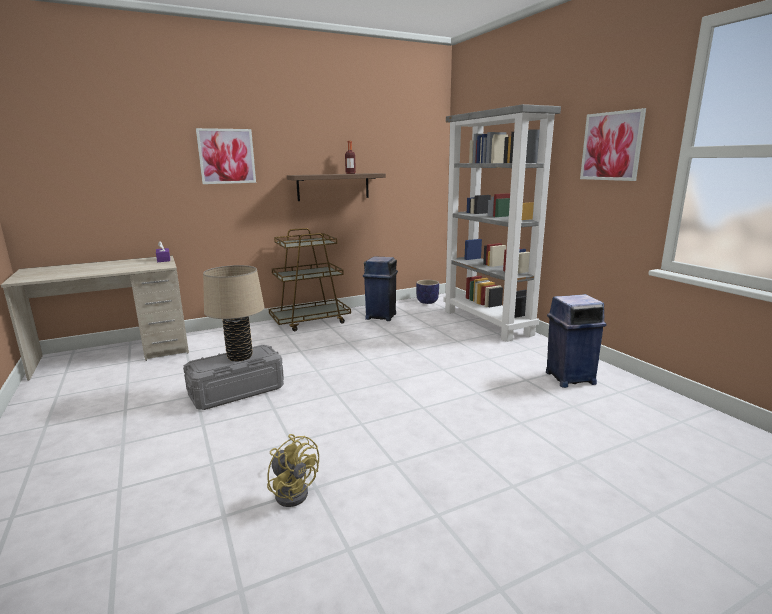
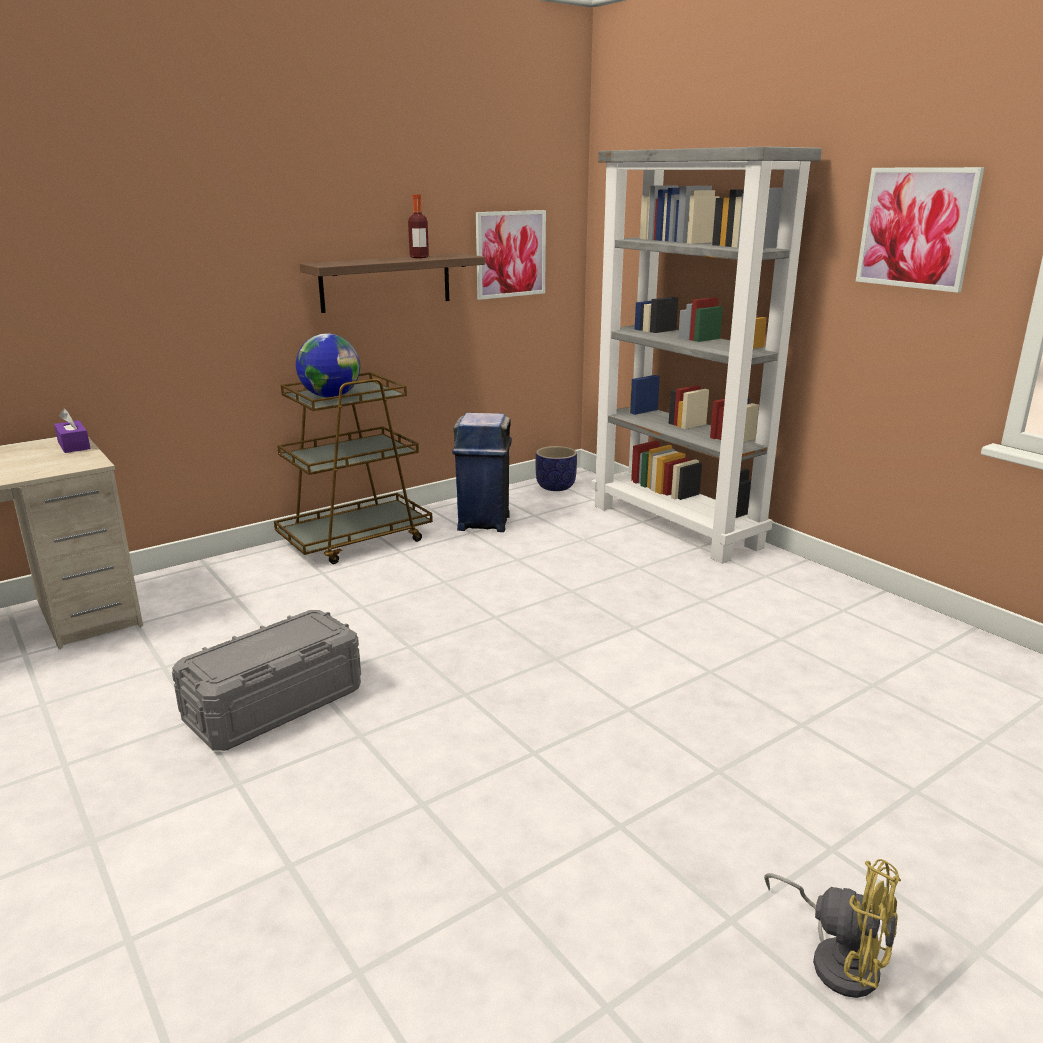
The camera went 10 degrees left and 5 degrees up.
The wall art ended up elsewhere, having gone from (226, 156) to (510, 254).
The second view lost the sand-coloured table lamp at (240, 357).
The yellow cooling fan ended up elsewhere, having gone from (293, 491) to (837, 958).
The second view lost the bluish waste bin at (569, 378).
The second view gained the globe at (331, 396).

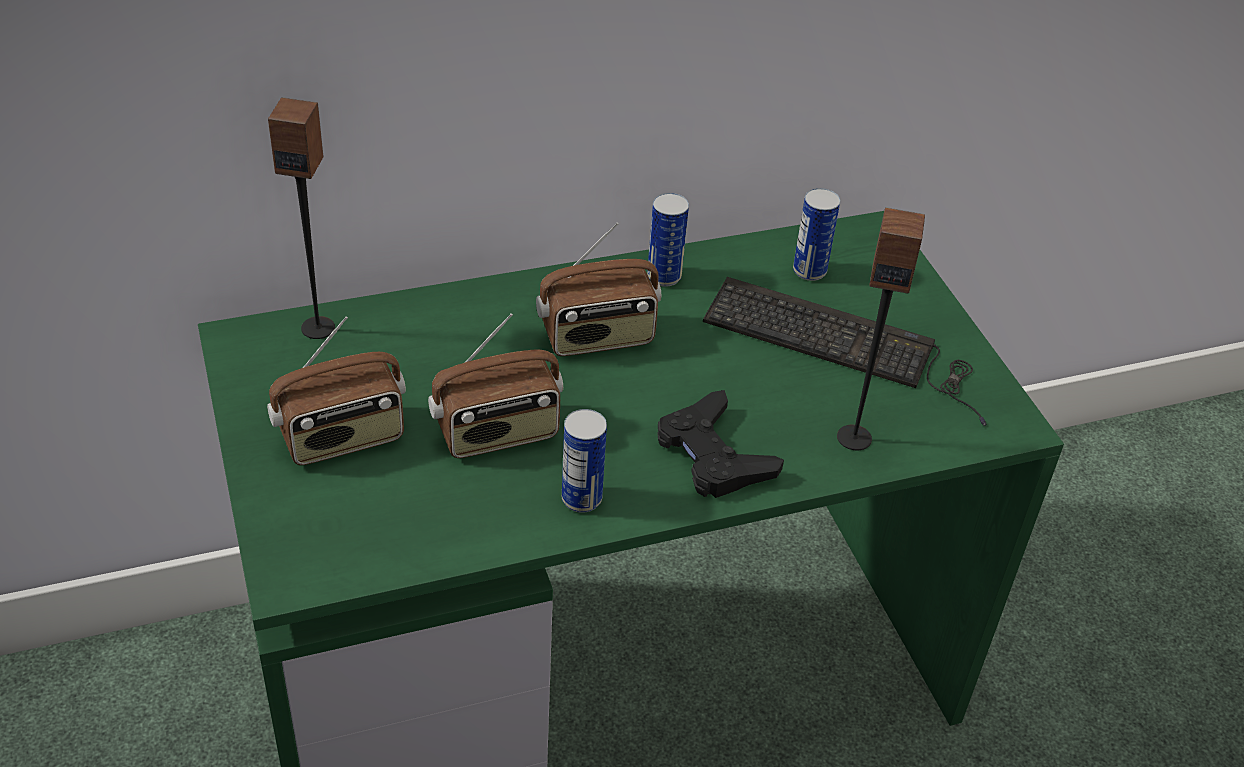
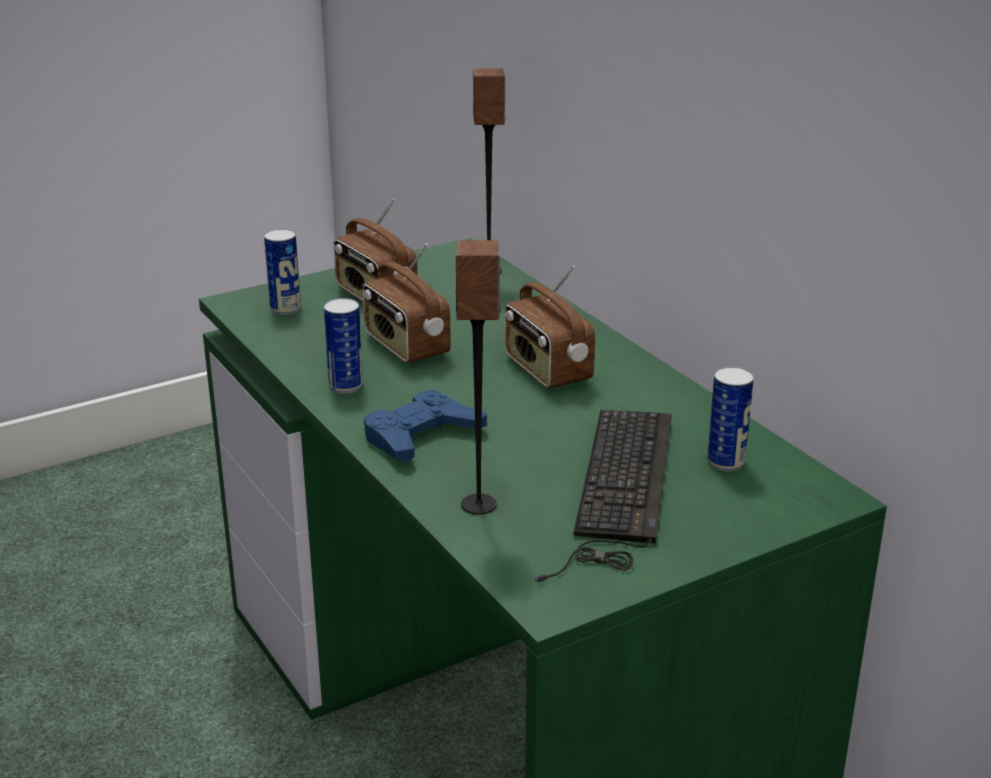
The camera went 80 degrees right and 15 degrees down.
The can ended up elsewhere, having gone from (664, 276) to (285, 309).
What was the black joypad at (713, 455) turned into the bluish joypad at (421, 436).

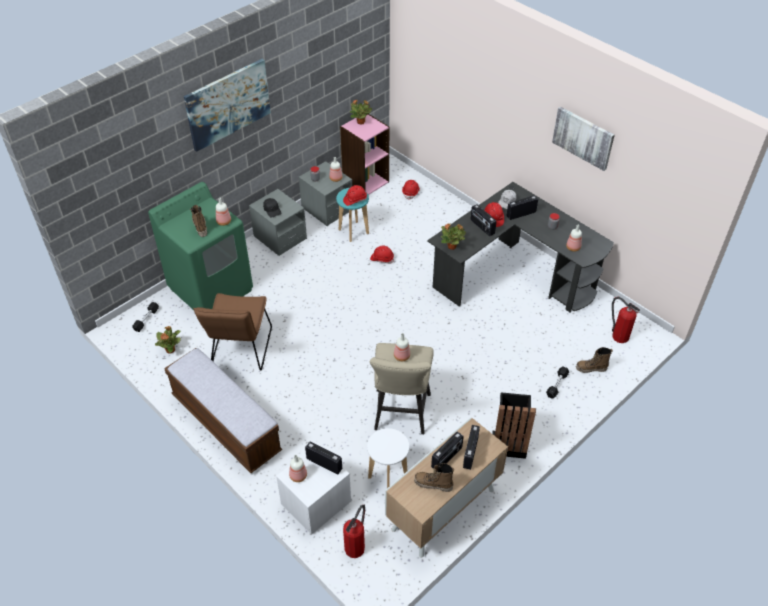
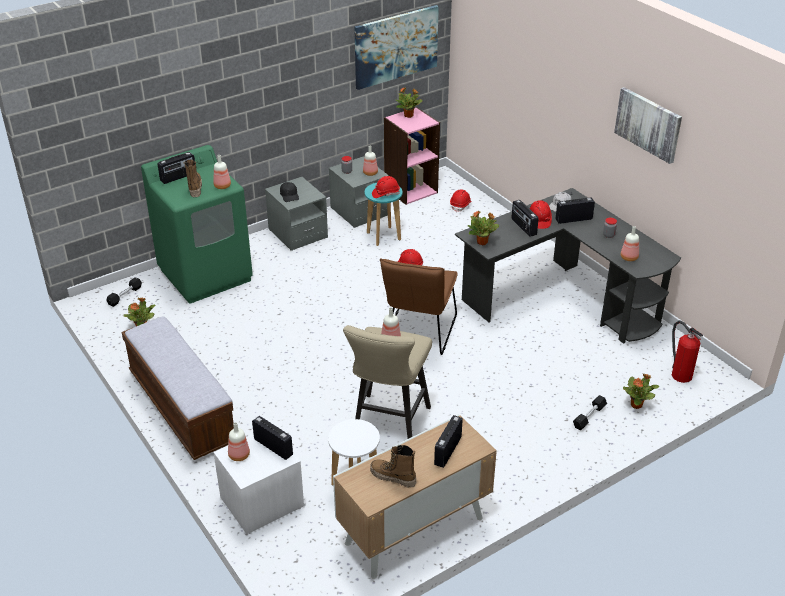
The camera went 10 degrees right and 10 degrees down.
The wall art ended up elsewhere, having gone from (228, 104) to (396, 46).
The brown-coloured chair ended up elsewhere, having gone from (240, 351) to (418, 333).
The second view lost the fire-fighting cylinder at (355, 546).
The radio set ended up elsewhere, having gone from (447, 458) to (178, 177).
The second view lost the black waste bin at (508, 442).
Where the boot stood at (591, 369), the plant in a pot came to stand at (636, 405).

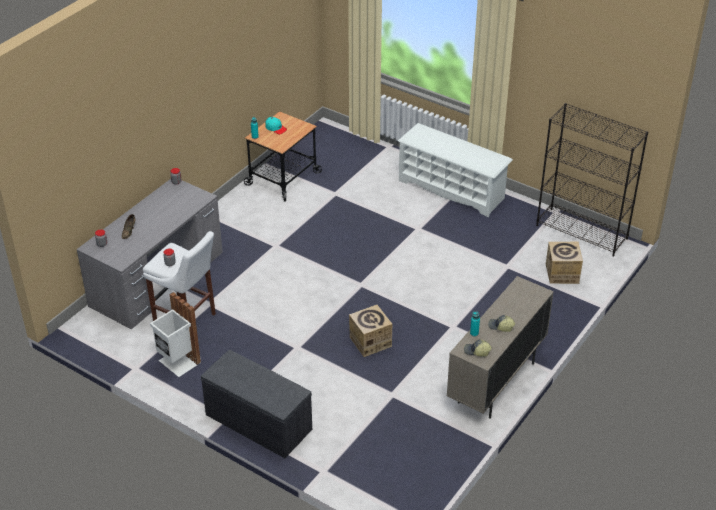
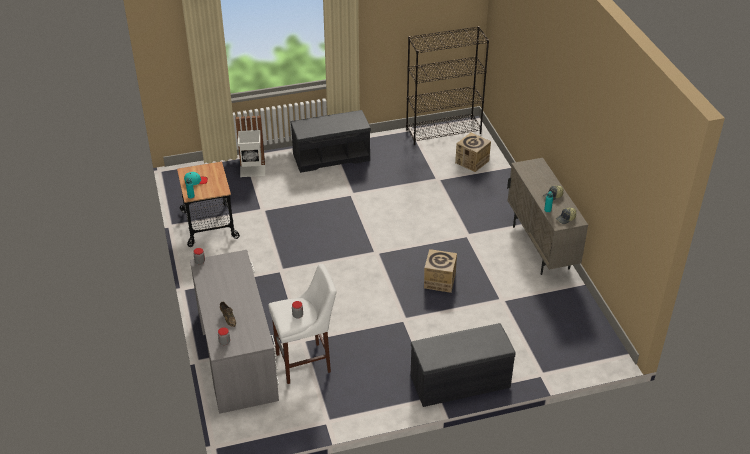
The camera went 50 degrees left and 0 degrees up.
The whitish waste bin ended up elsewhere, having gone from (178, 362) to (252, 170).
Where the whitish shoe rack stood at (452, 189), the gray bench came to stand at (331, 156).

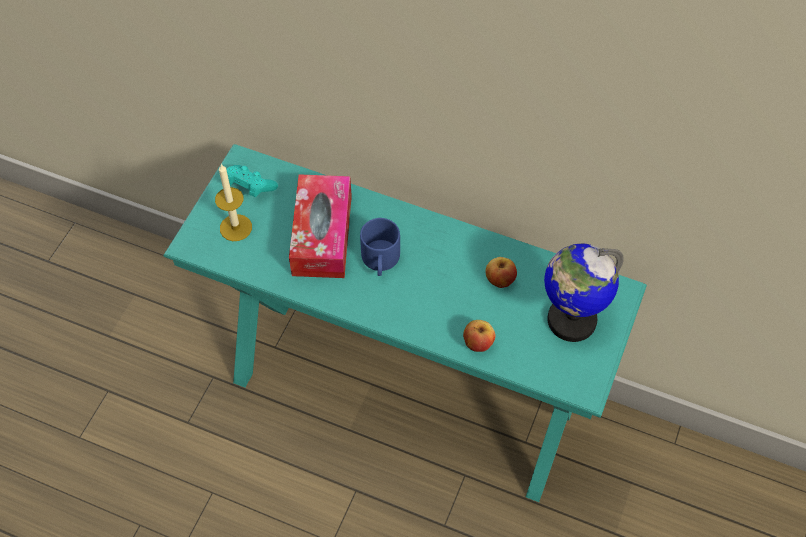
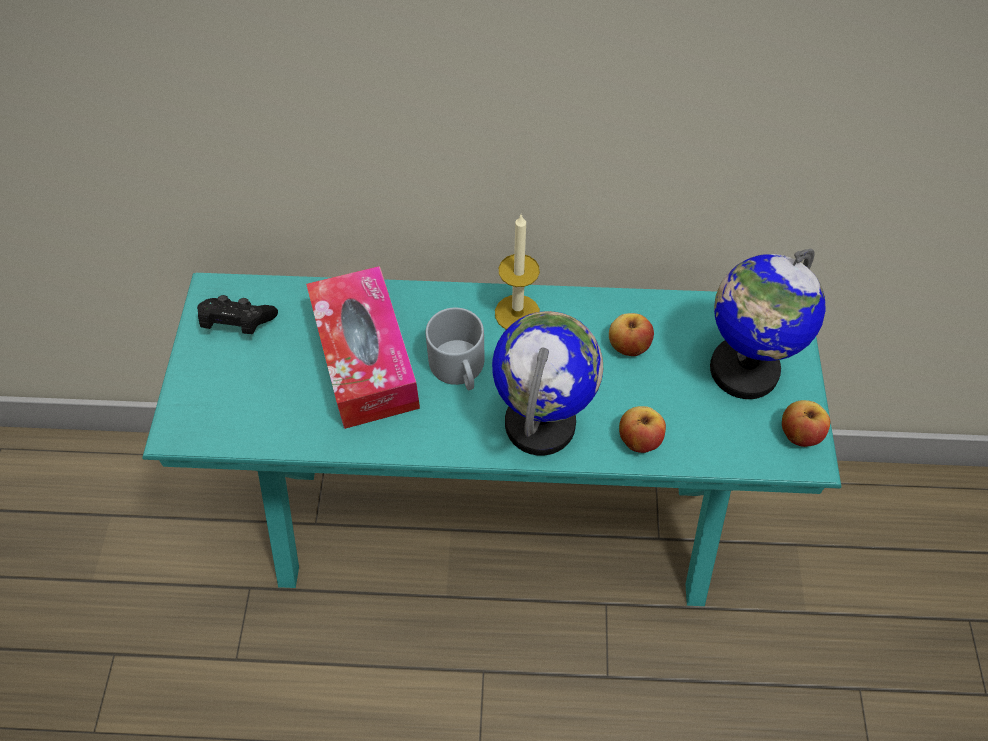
The camera went 20 degrees left and 0 degrees up.
The wax candle ended up elsewhere, having gone from (235, 227) to (517, 313).
What was the blue-green joypad at (249, 187) turned into the black joypad at (237, 323).
What was the bluish tea mug at (381, 261) turned into the gray tea mug at (461, 369).
The second view gained the globe at (541, 423).
The second view gained the apple at (799, 433).

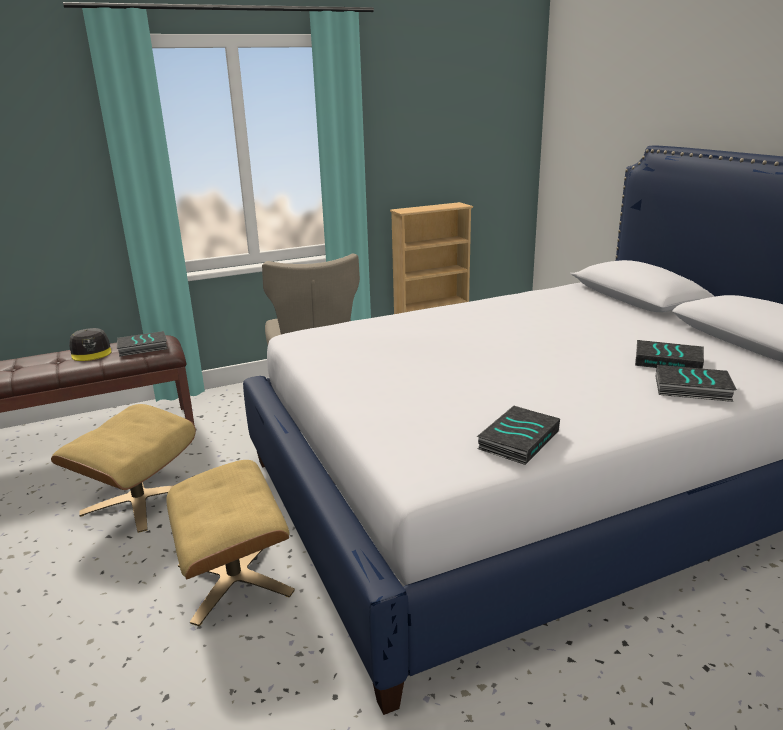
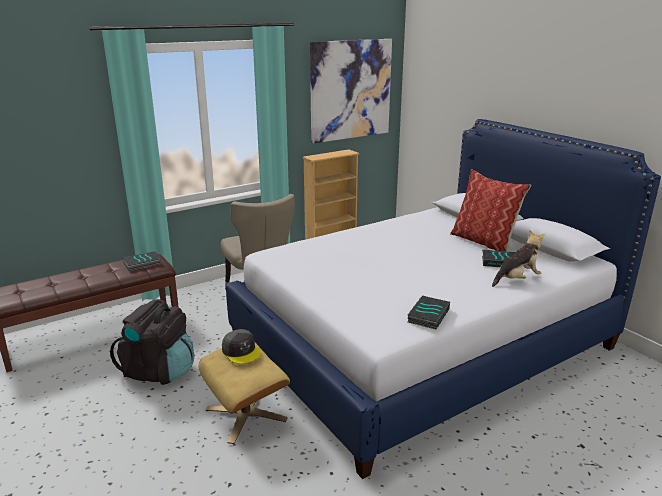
The camera went 10 degrees left and 0 degrees up.
Where the sand-coloured footrest stood at (138, 500), the black backpack came to stand at (159, 371).
The gray peaked cap ended up elsewhere, having gone from (91, 352) to (241, 351).
Where the book stood at (691, 389), the plush toy came to stand at (517, 279).
The second view gained the wall art at (350, 90).
The second view gained the cushion at (484, 242).

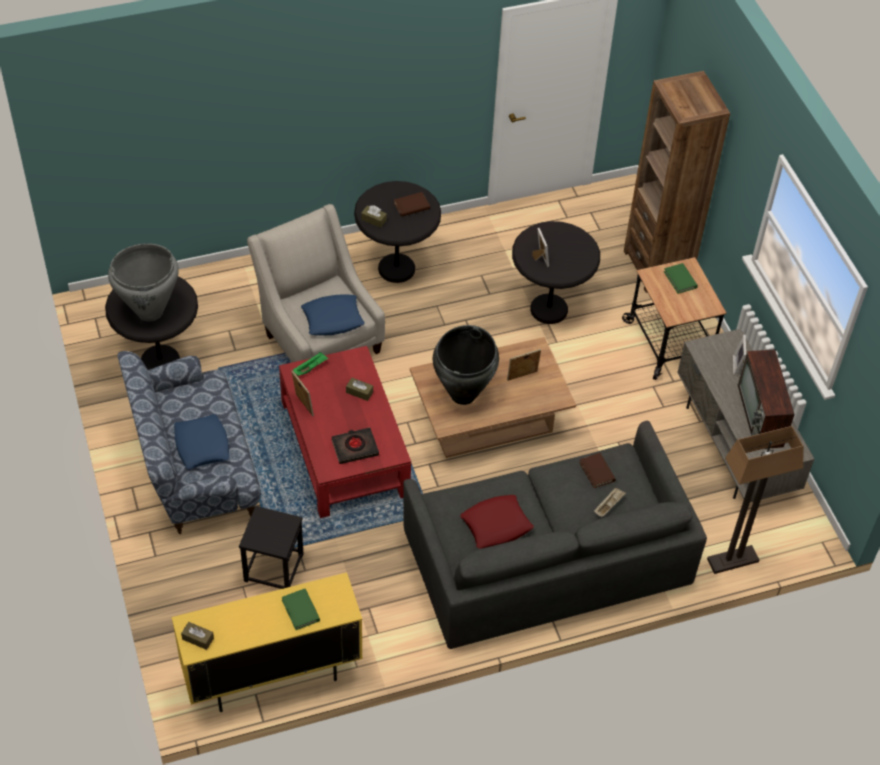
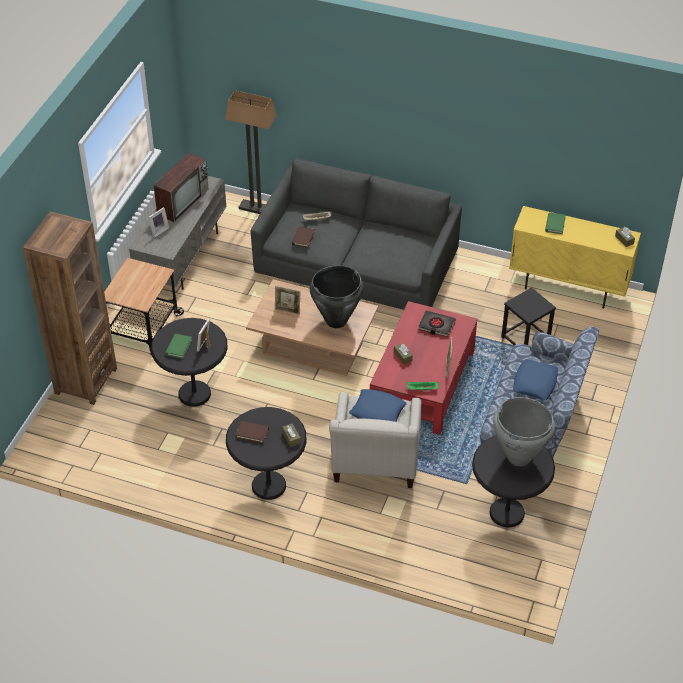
The camera went 140 degrees left and 5 degrees down.
The second view lost the reddish cushion at (496, 525).
The greenish book ended up elsewhere, having gone from (680, 280) to (178, 347).

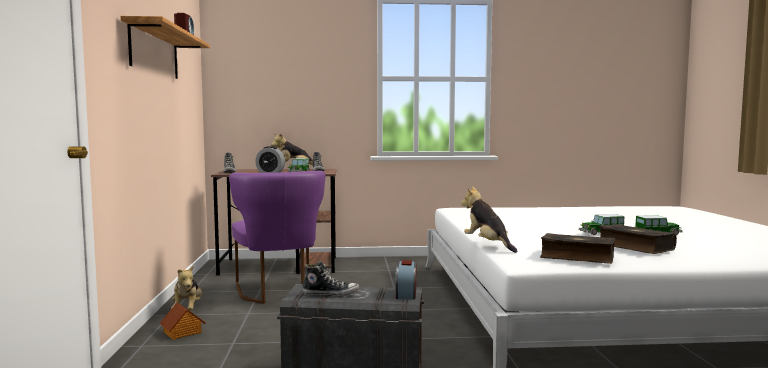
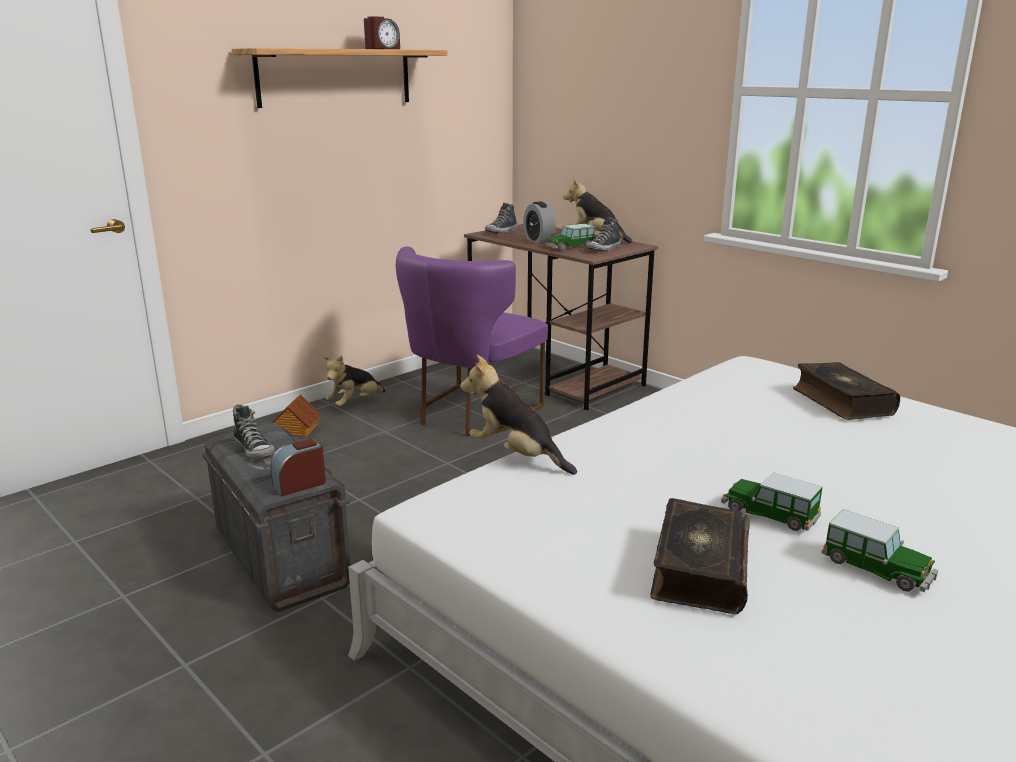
The camera went 50 degrees right and 15 degrees up.
The plush toy at (487, 244) ended up facing another way, 75 degrees counterclockwise from before.
The book ended up elsewhere, having gone from (577, 257) to (841, 402).

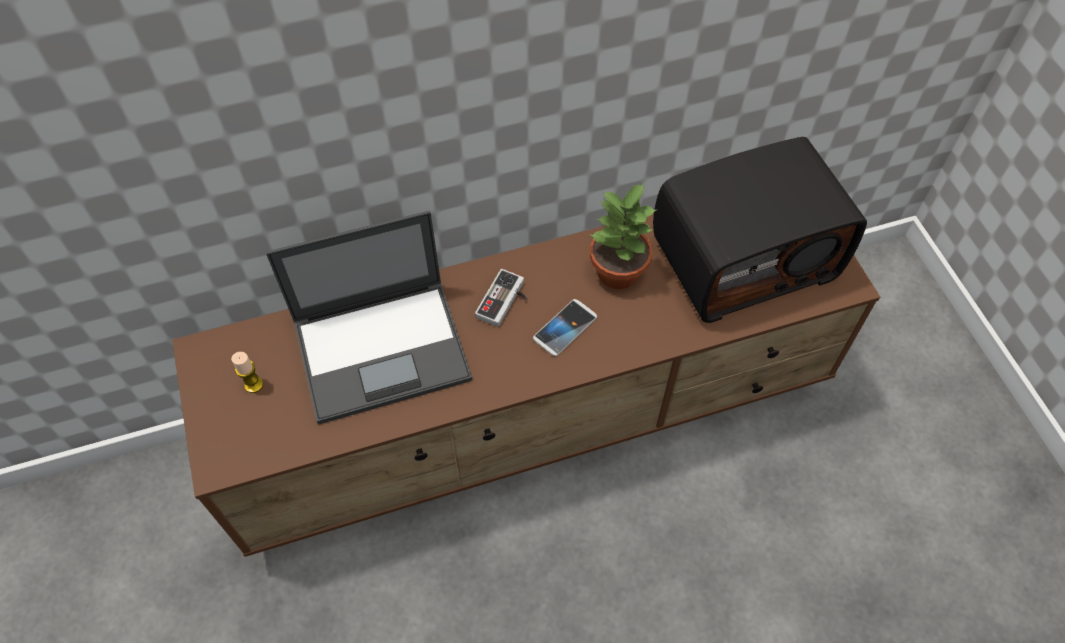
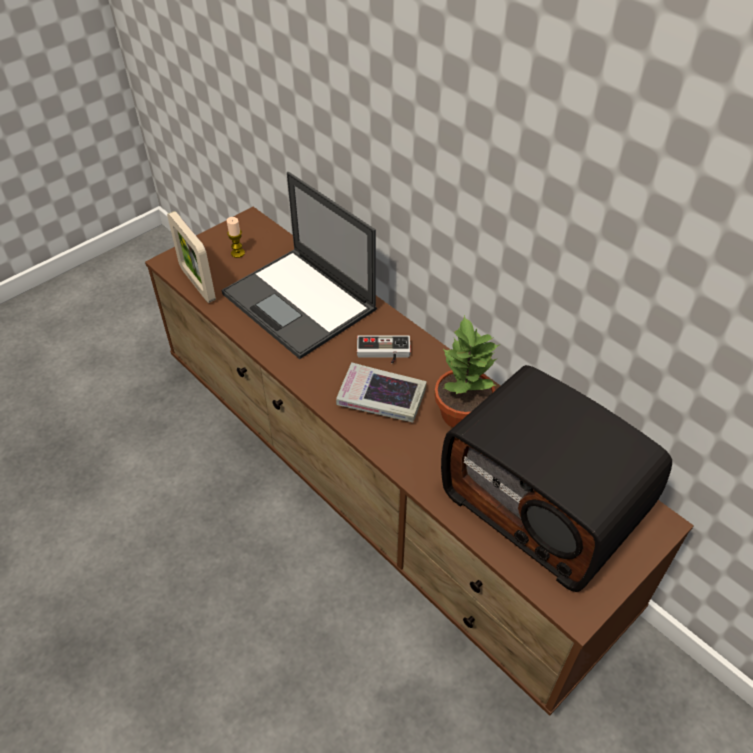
The camera went 65 degrees right and 10 degrees down.
Where the phone stood at (565, 328), the book came to stand at (381, 398).
The second view gained the standing frame at (197, 284).

